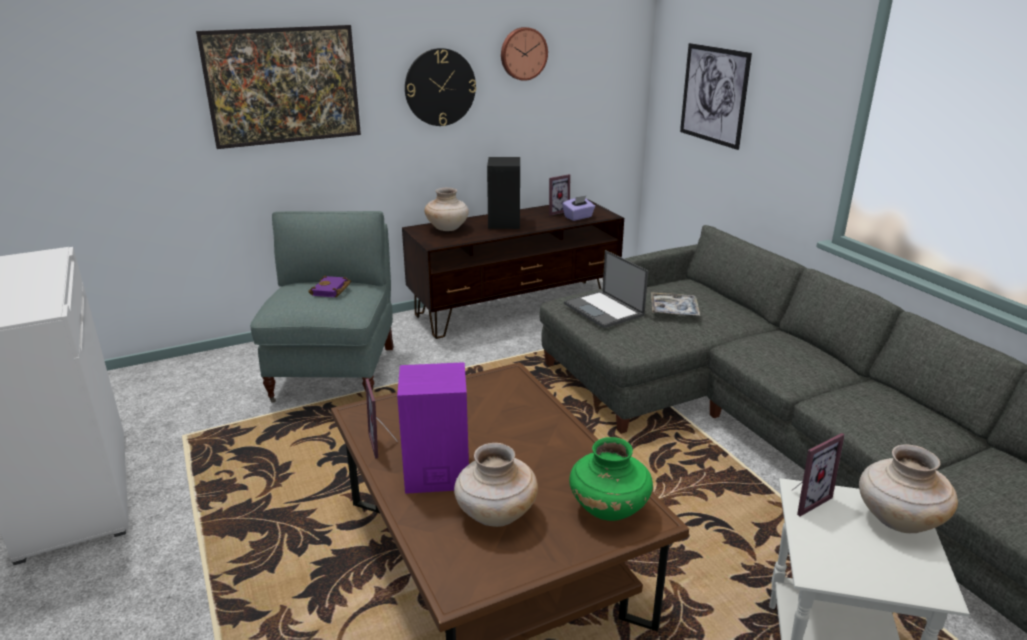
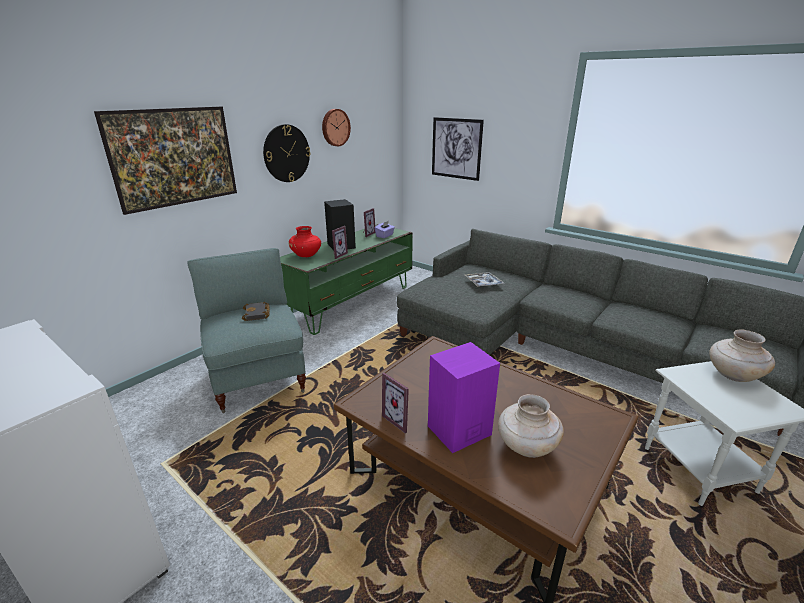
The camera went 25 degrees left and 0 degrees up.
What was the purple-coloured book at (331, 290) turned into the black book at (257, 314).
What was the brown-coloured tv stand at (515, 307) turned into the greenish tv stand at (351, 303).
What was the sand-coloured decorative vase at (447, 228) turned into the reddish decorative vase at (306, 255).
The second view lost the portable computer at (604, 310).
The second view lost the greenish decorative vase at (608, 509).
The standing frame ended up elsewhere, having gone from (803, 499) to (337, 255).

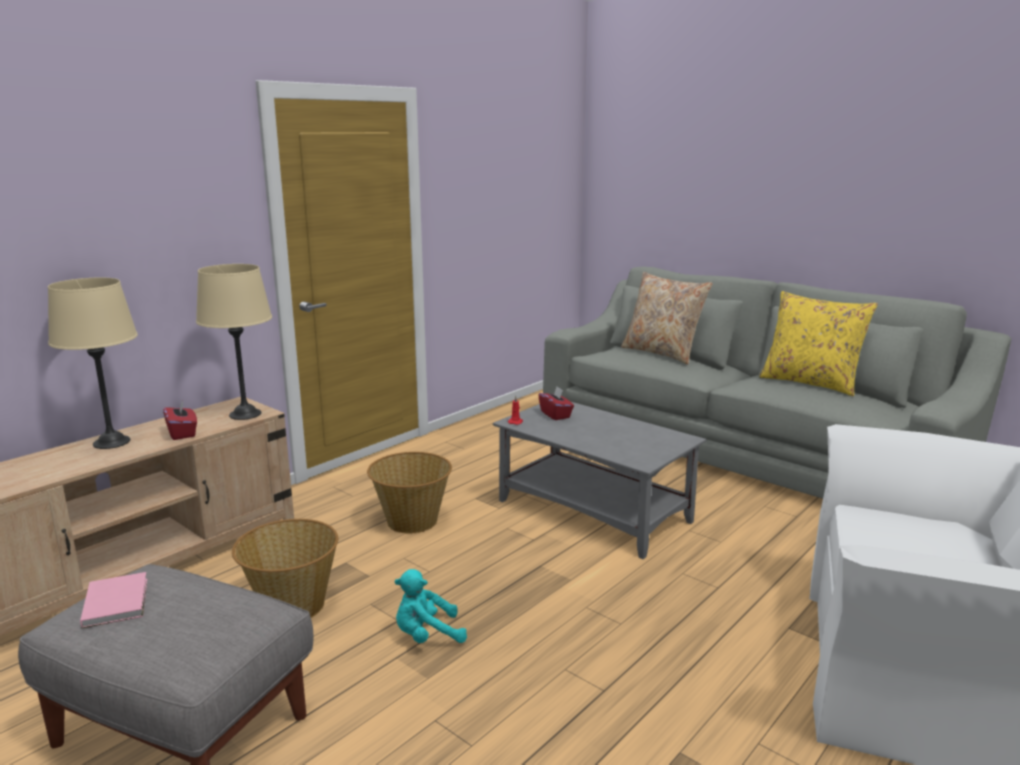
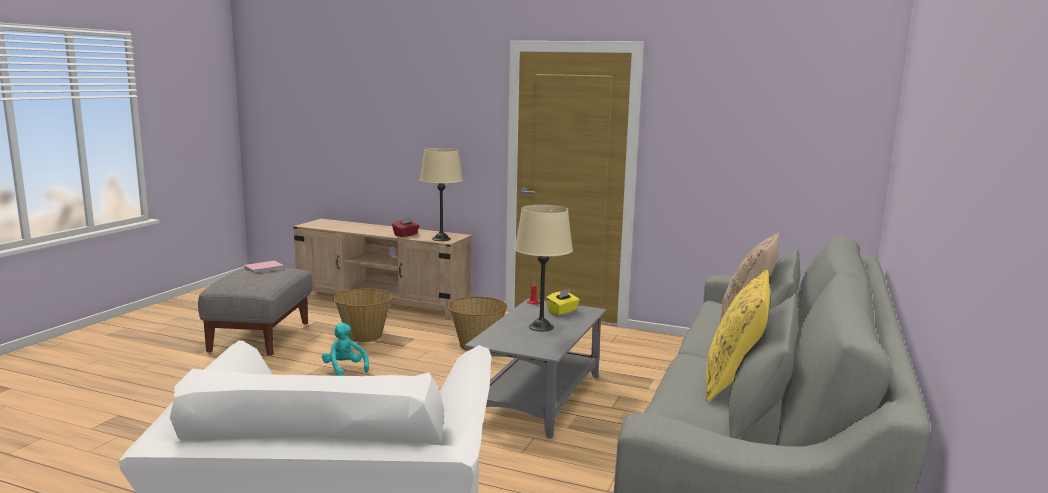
The camera went 70 degrees right and 5 degrees down.
The sand-coloured table lamp ended up elsewhere, having gone from (112, 442) to (541, 327).
What was the reddish tissue box at (555, 415) turned into the yellow tissue box at (562, 312).

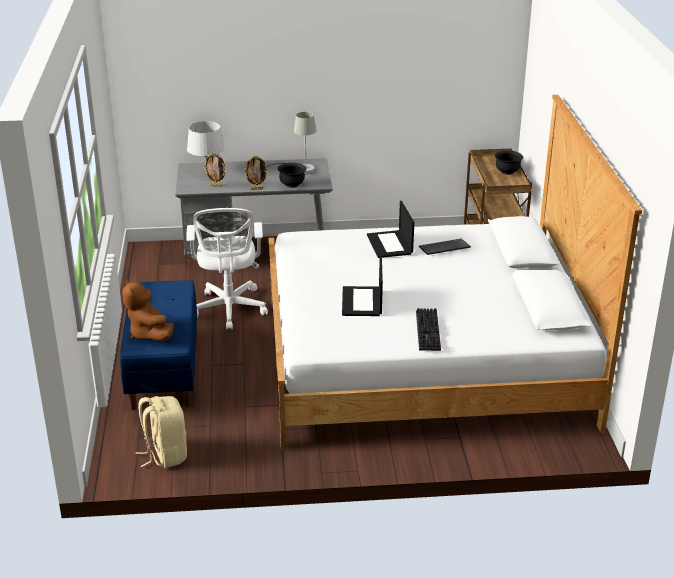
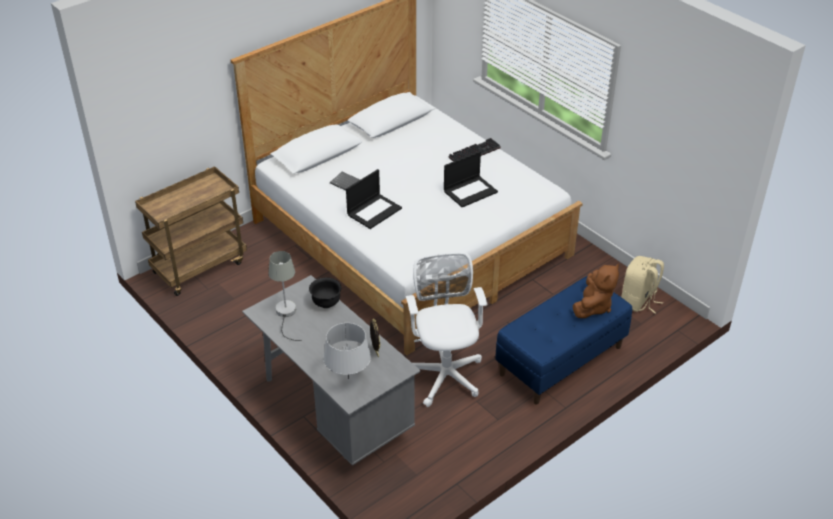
The camera went 125 degrees left and 10 degrees up.
The whitish office chair at (229, 310) ended up facing another way, 60 degrees counterclockwise from before.
The second view lost the standing frame at (256, 189).
The second view lost the black deep dish at (507, 172).

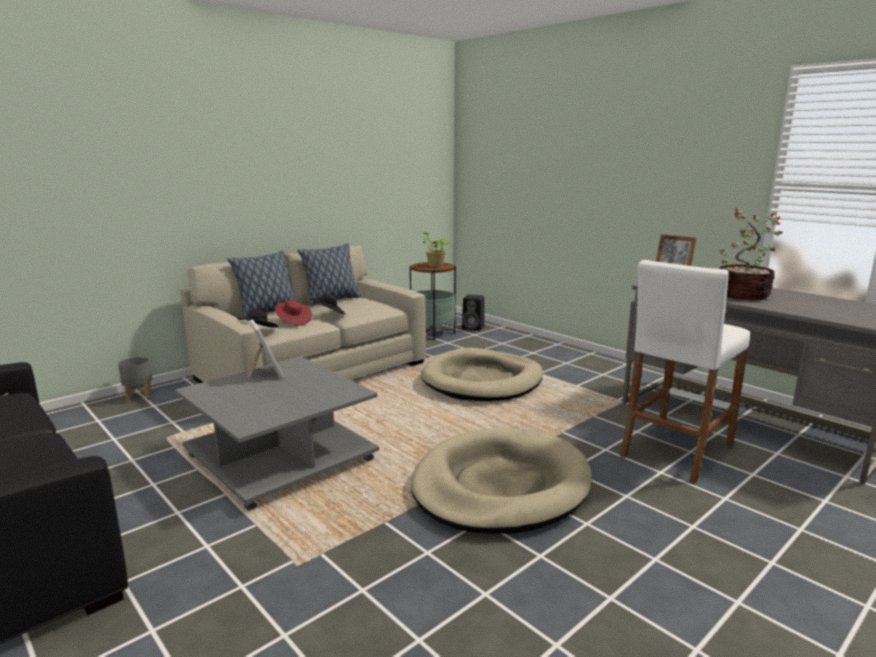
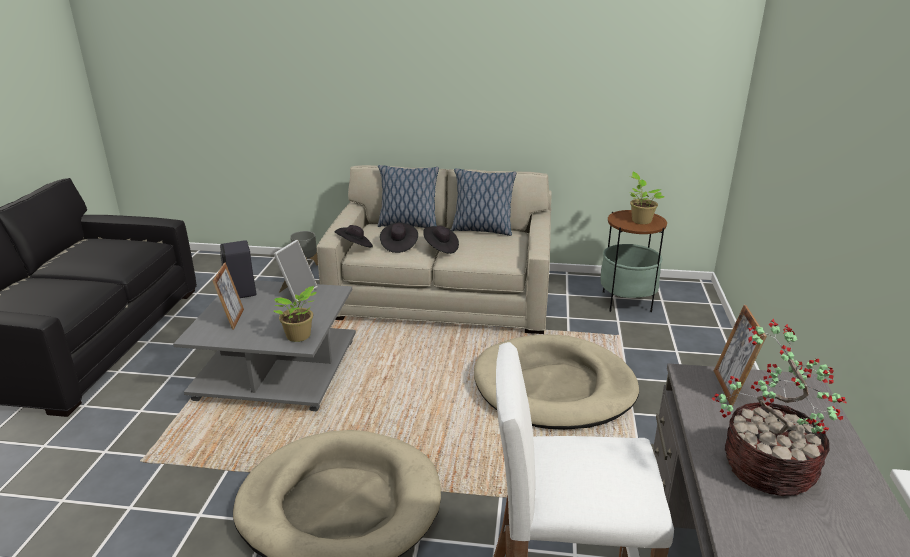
The camera went 50 degrees right and 10 degrees up.
What was the reddish hat at (293, 321) turned into the black hat at (399, 245).
The black loudspeaker ended up elsewhere, having gone from (474, 327) to (241, 292).
The second view gained the standing frame at (233, 319).
The second view gained the plant in a pot at (299, 336).

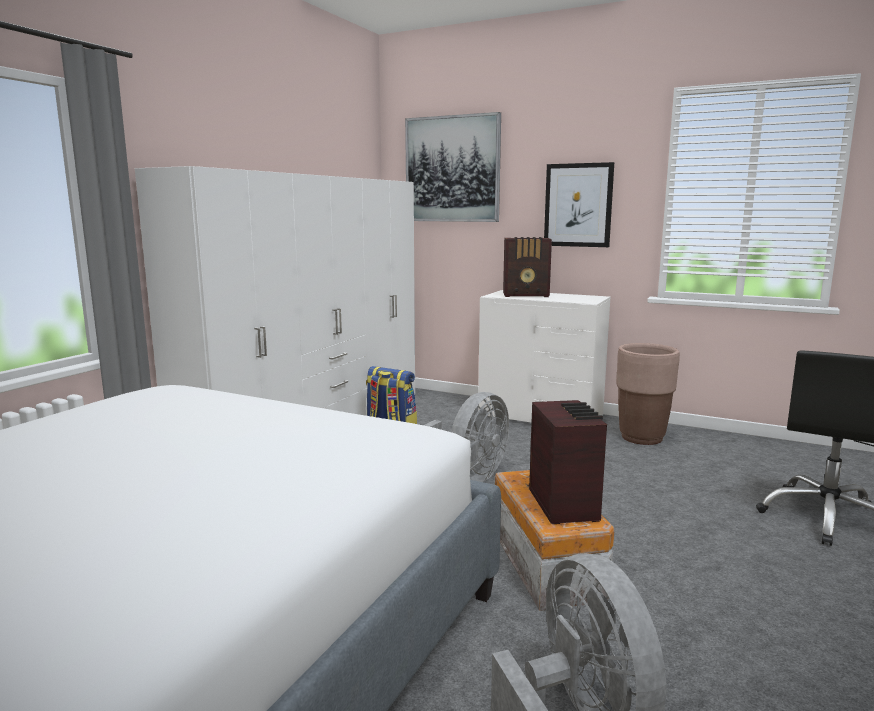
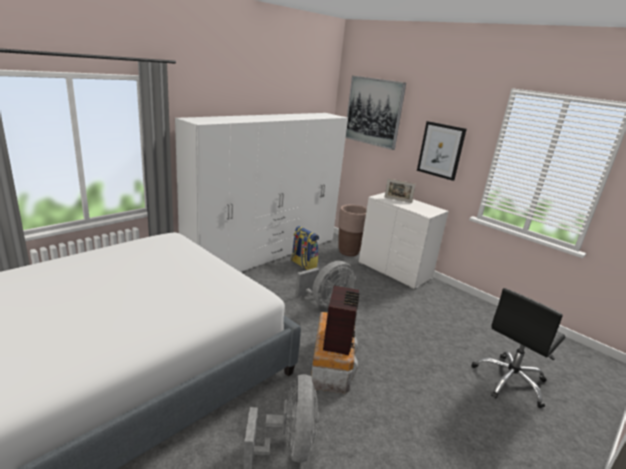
The camera went 15 degrees right and 10 degrees up.
Where the radio set stood at (526, 295), the standing frame came to stand at (398, 200).
The brown-coloured plant pot ended up elsewhere, having gone from (642, 438) to (348, 252).

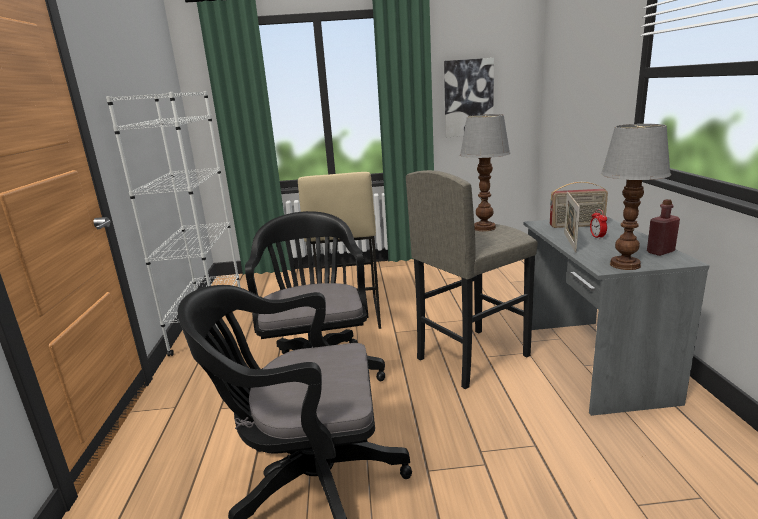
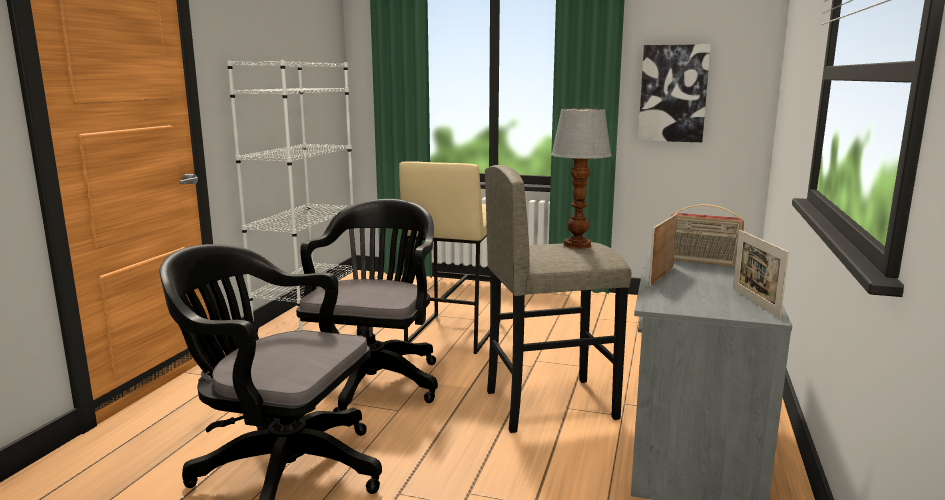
The camera went 20 degrees right and 5 degrees down.
The second view lost the bedside clock at (597, 237).
The second view lost the table lamp at (624, 265).
Where the reddish bottle stood at (660, 252), the standing frame came to stand at (755, 303).

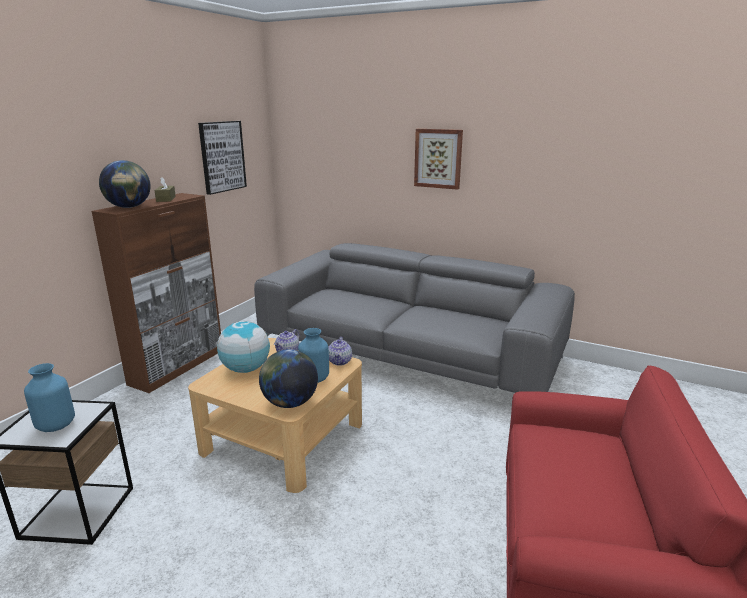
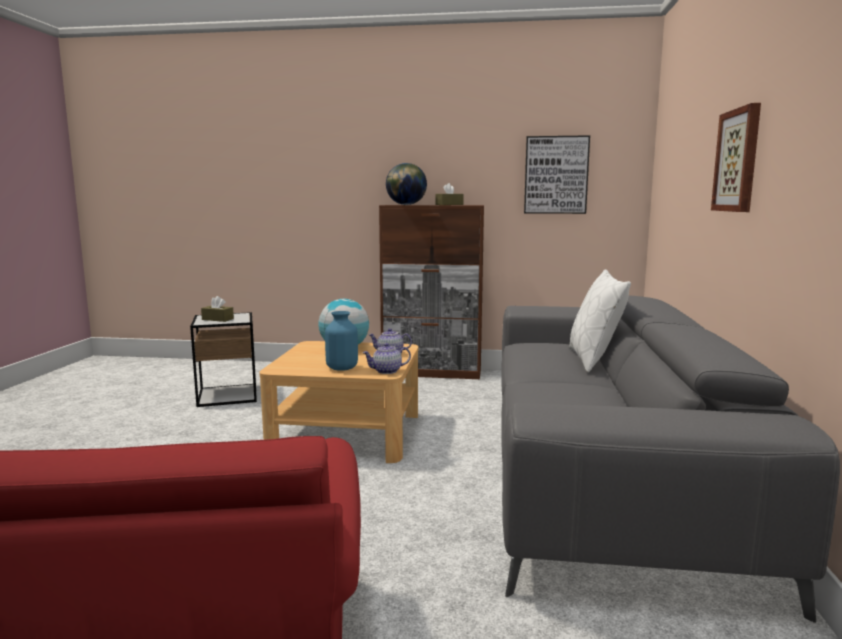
The camera went 70 degrees right and 10 degrees down.
Where the bluish decorative vase stood at (55, 426), the brown-coloured tissue box came to stand at (217, 319).
The second view lost the globe at (289, 403).
The second view gained the whitish cushion at (594, 359).

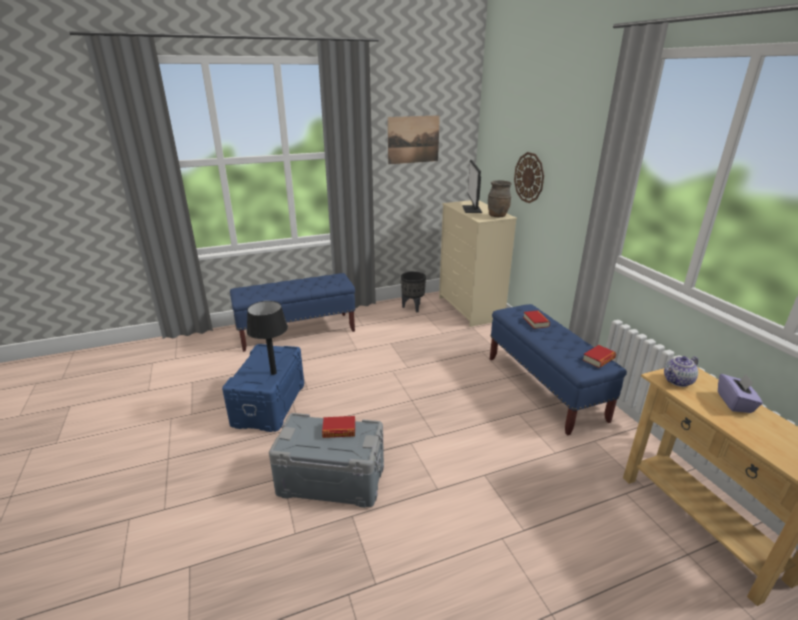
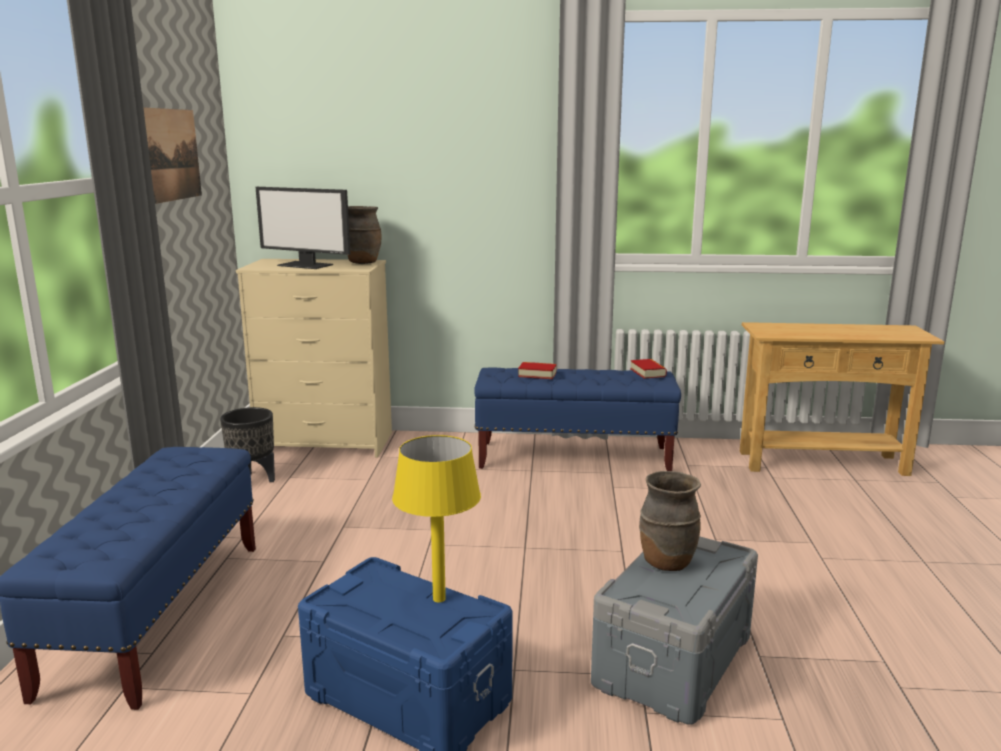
The camera went 65 degrees left and 10 degrees down.
What was the black table lamp at (273, 373) turned into the yellow table lamp at (440, 599).
Where the book stood at (339, 430), the brown-coloured decorative vase came to stand at (666, 562).
The second view lost the wall clock at (529, 177).
The second view lost the pot for tea at (678, 381).
The second view lost the purple-coloured tissue box at (735, 403).

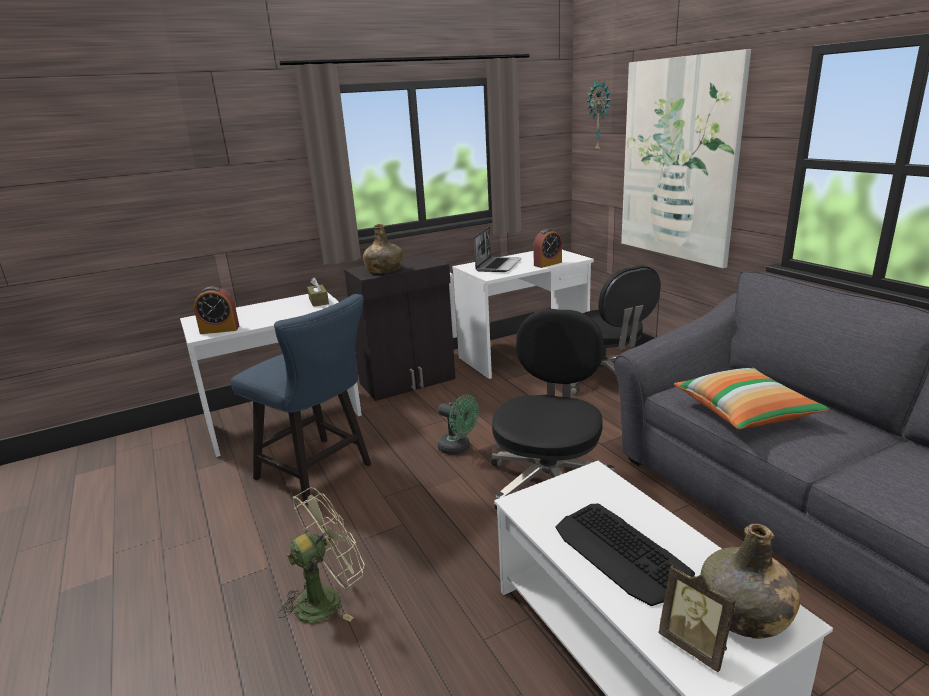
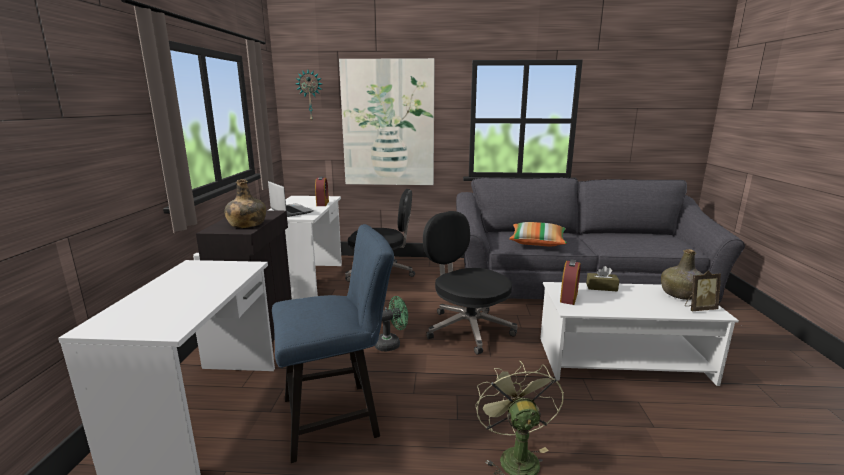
The camera went 60 degrees left and 5 degrees down.
The bedside clock ended up elsewhere, having gone from (219, 329) to (569, 297).
The brown-coloured tissue box ended up elsewhere, having gone from (318, 301) to (601, 287).
The second view lost the PC keyboard at (620, 553).

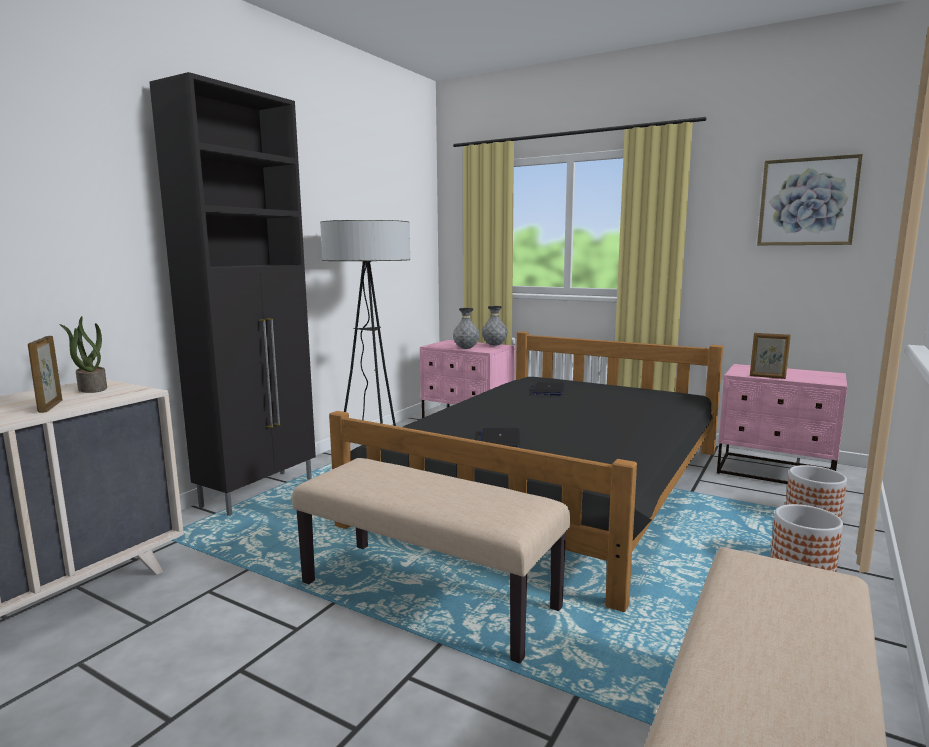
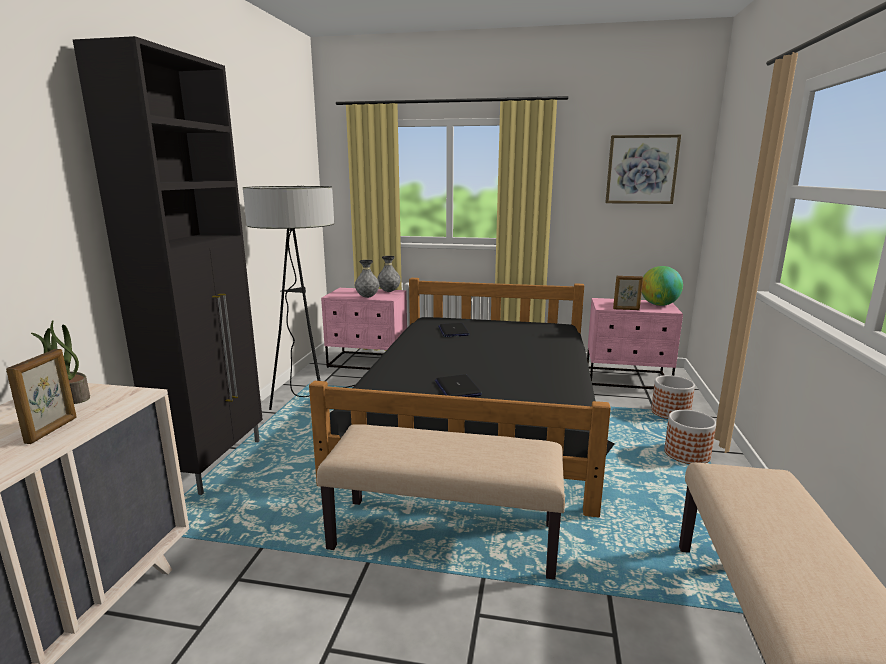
The camera went 20 degrees left and 5 degrees up.
The standing frame at (50, 406) ended up facing another way, 135 degrees counterclockwise from before.
The second view gained the globe at (659, 305).

